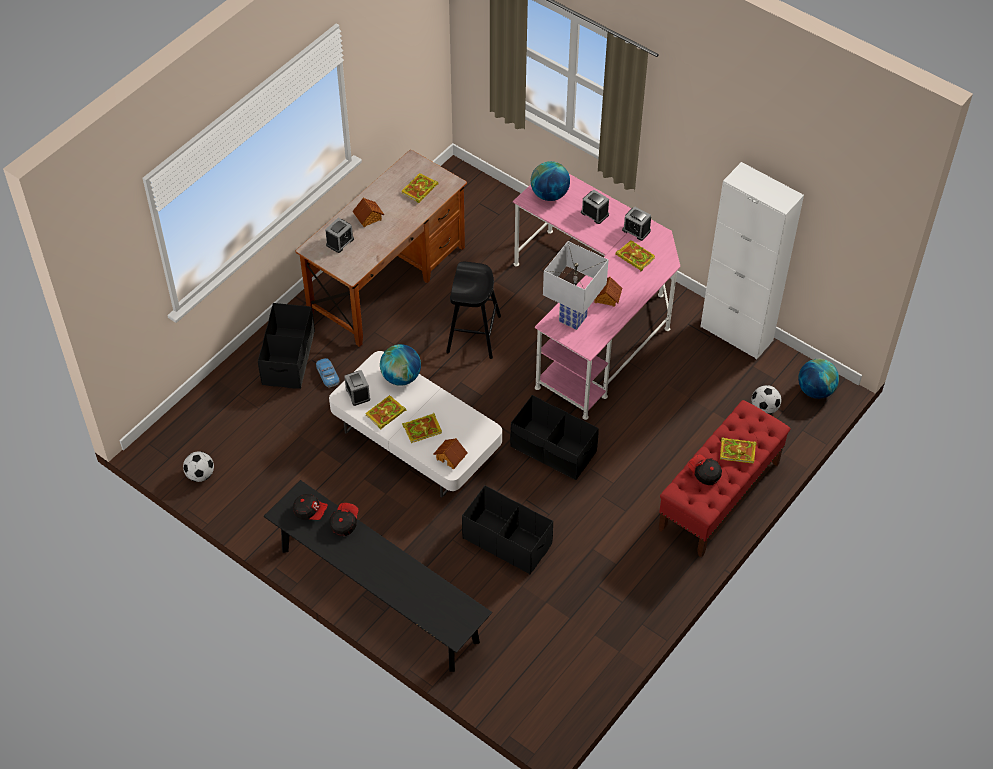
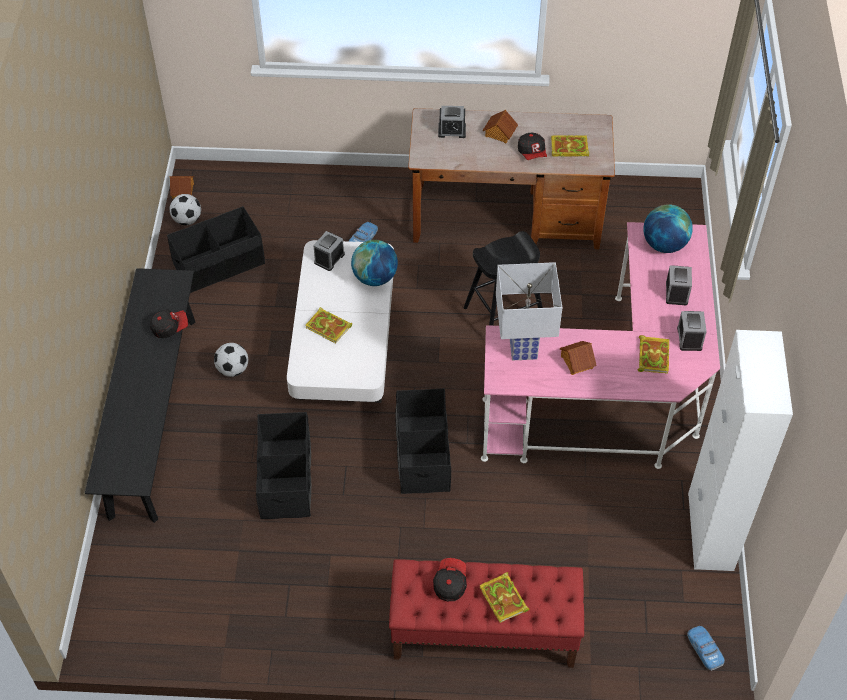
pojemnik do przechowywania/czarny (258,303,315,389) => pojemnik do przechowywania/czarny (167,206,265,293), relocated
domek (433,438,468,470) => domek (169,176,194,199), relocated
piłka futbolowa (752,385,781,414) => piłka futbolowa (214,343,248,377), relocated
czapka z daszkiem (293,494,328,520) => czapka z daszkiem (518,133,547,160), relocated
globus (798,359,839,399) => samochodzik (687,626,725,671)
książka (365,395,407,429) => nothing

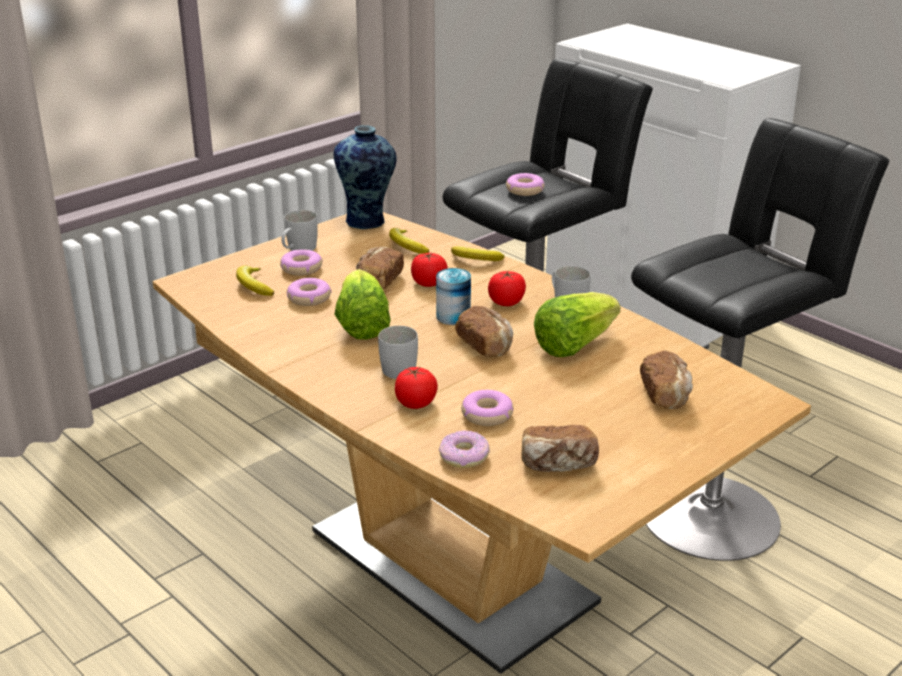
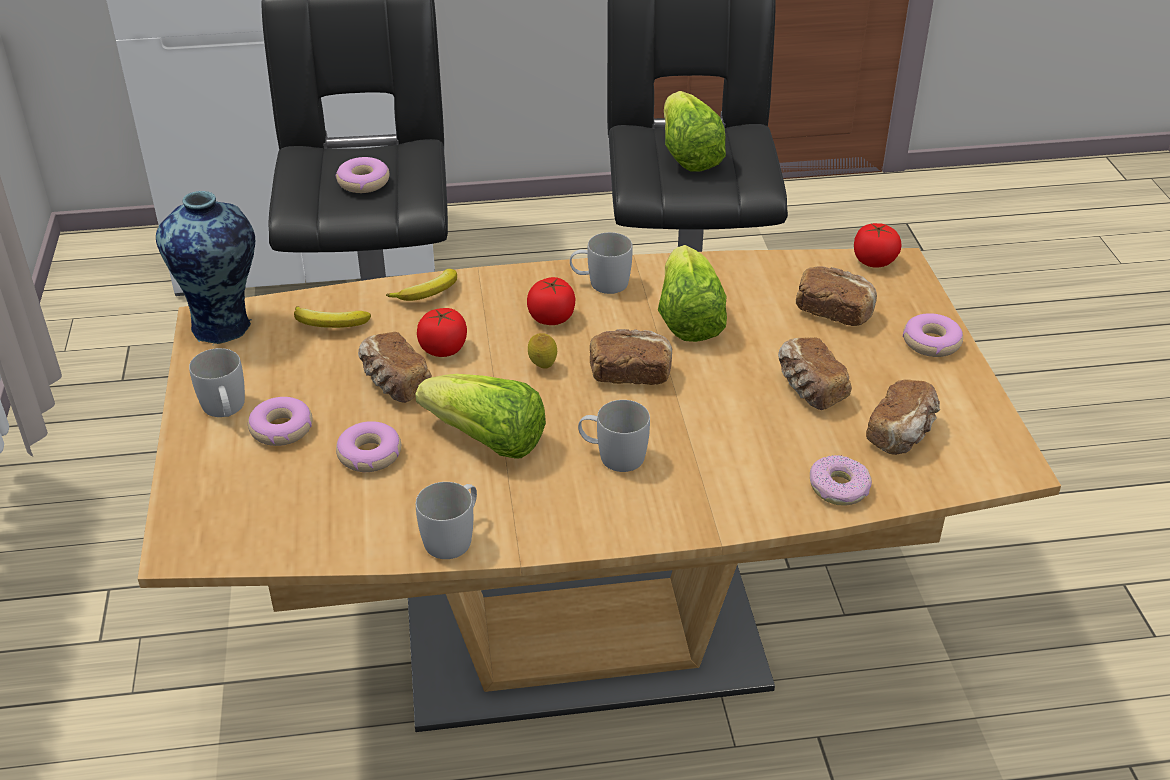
nothing => kubek/biały (416,482,477,559)
puszka (436,268,471,325) => cytryna (528,333,557,369)
nothing => sałata (664,91,726,172)
nothing => chleb (778,337,852,410)
pomidor (395,367,438,409) => pomidor (854,223,902,268), relocated
donut (461,390,513,426) => donut (903,313,963,357), relocated
banan (236,265,274,296) => nothing

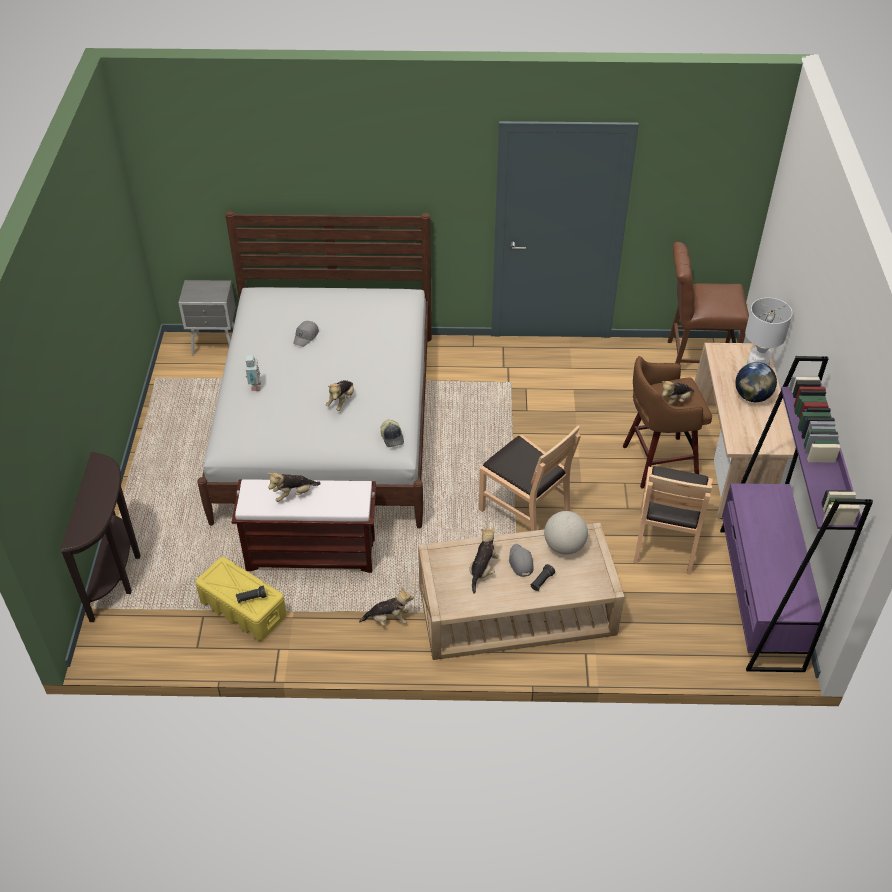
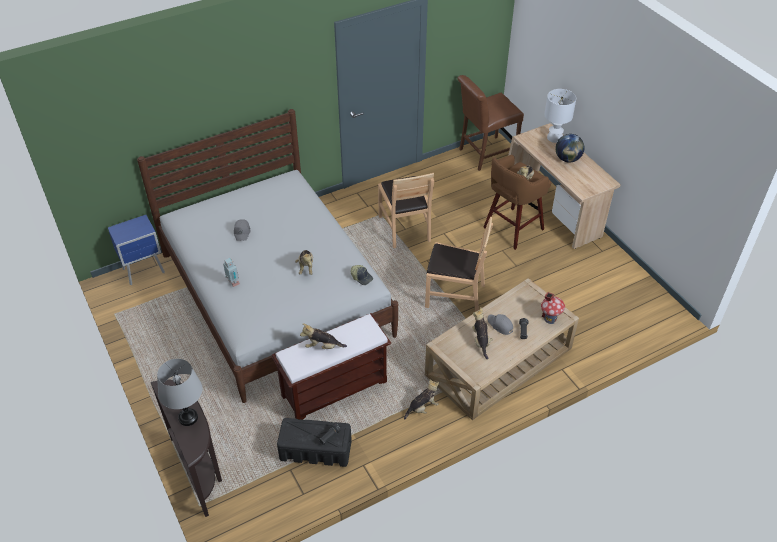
szafka nocna/szary (179,280,236,355) => szafka nocna/niebieski (108,215,165,285)
nothing => lampa stołowa/szary (157,359,202,426)
pojemnik do przechowywania/żółty (195,557,287,641) => pojemnik do przechowywania/czarny (277,418,352,467)
pluszak (268,473,321,502) => pluszak (300,323,347,349), 60 degrees clockwise
krzesło/brązowy (633,466,713,575) => krzesło/brązowy (378,173,434,248), relocated
nothing => domek (541,292,565,324)
globus (544,511,588,555) => nothing
regał/fioletowy (720,356,873,672) => nothing

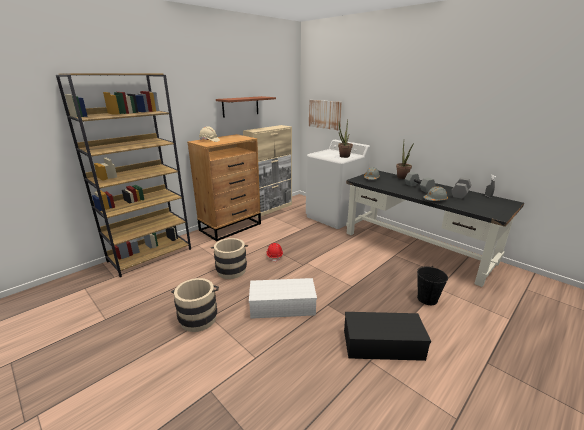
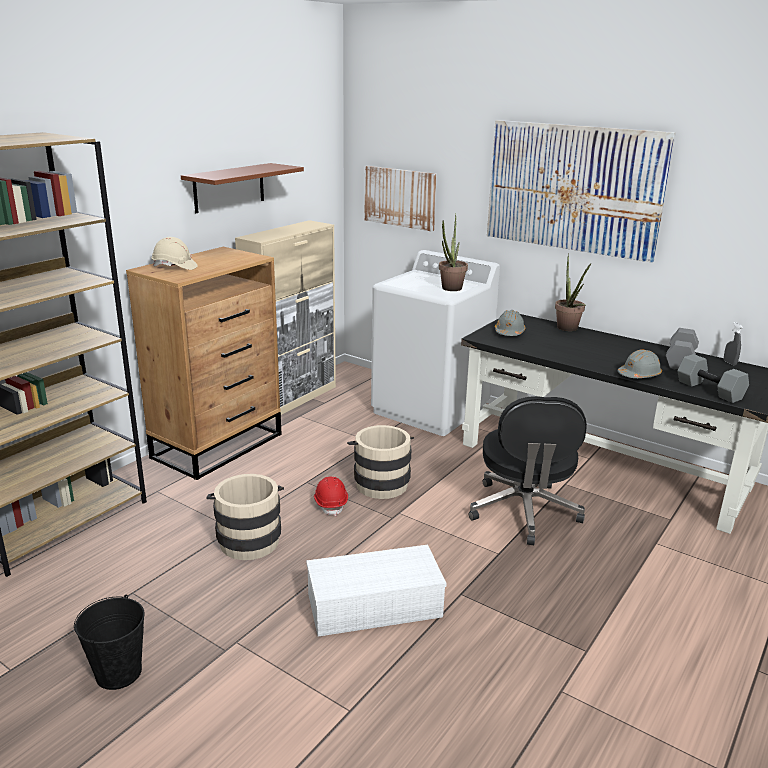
wiadro/czarny (417,266,448,305) => wiadro/czarny (74,595,145,690), relocated
wiadro/beżowy (171,278,219,332) => wiadro/beżowy (347,425,414,499), relocated
nothing => krzesło biurowe/czarny (469,396,587,545)
nothing => obraz (487,120,676,263)
hantel/szary (405,172,435,193) => hantel/szary (677,354,749,403), relocated
pojemnik do przechowywania/czarny (344,312,431,361) => nothing

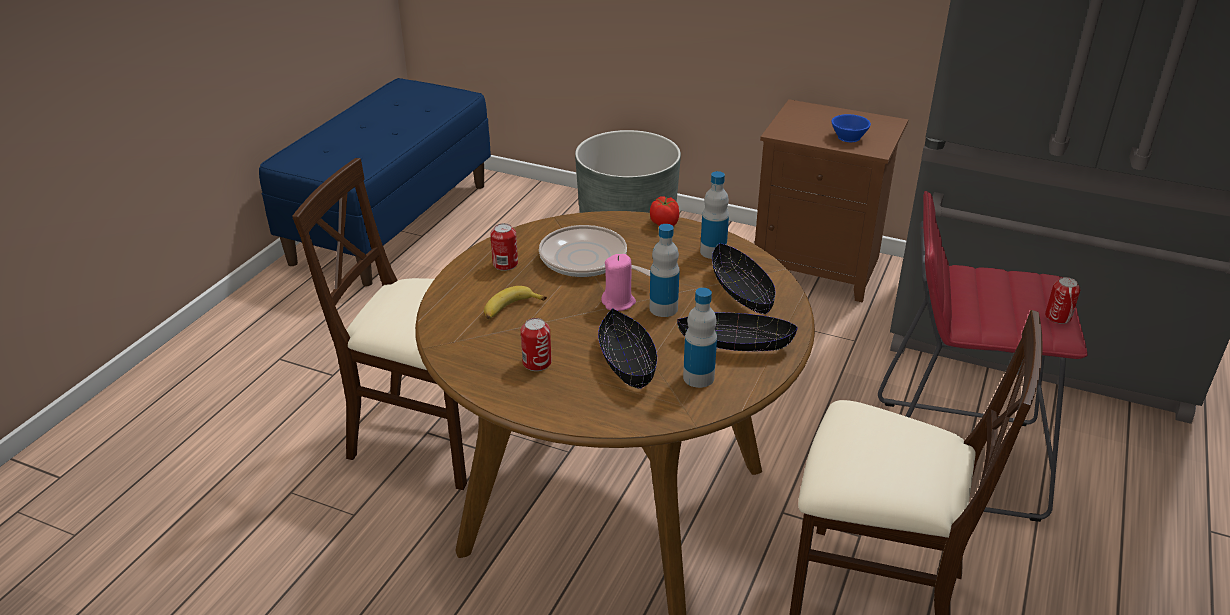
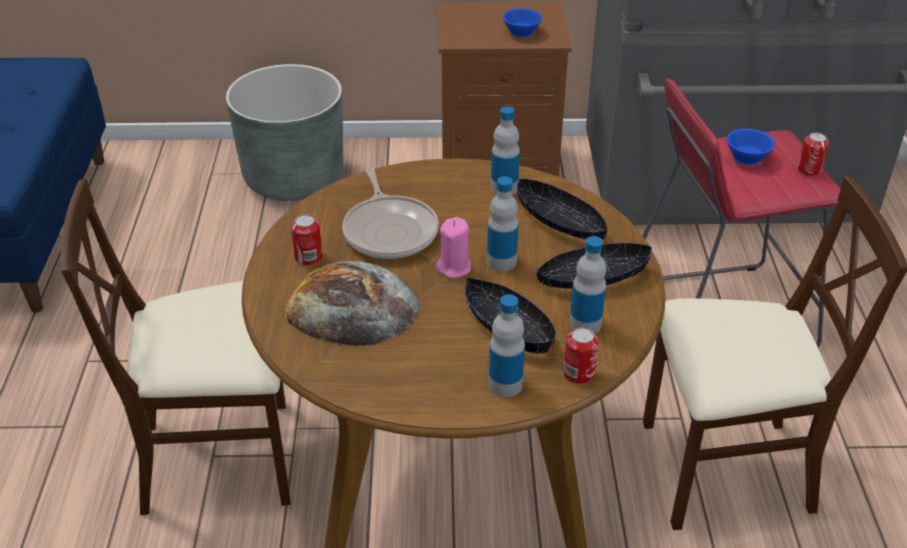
banan (484,286,547,319) => chleb (284,261,420,346)
patelnia (539,225,650,277) => patelnia (342,168,439,259), 120 degrees counterclockwise
nothing => butelka (489,294,525,397)
puszka (521,318,552,371) => puszka (563,327,599,384), relocated
nothing => filiżanka/niebieski (727,129,775,166)
pomidor (650,196,679,226) => nothing

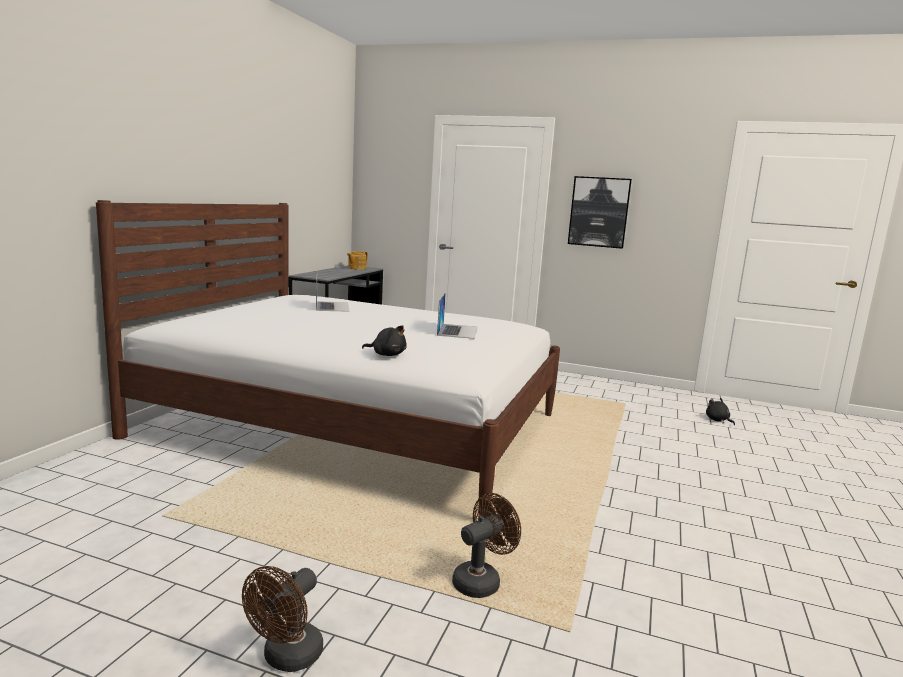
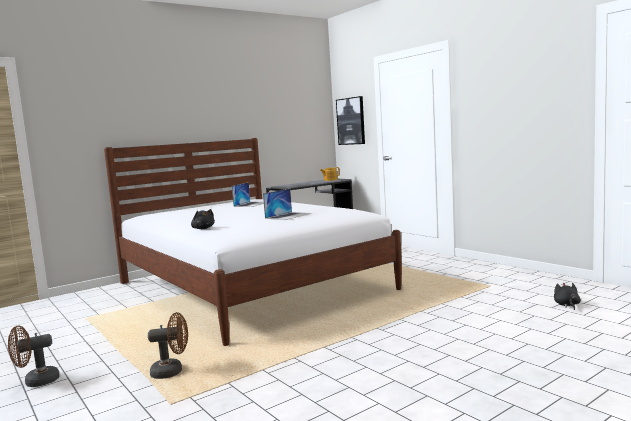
obraz (568,176,632,249) => obraz (336,96,365,145), relocated

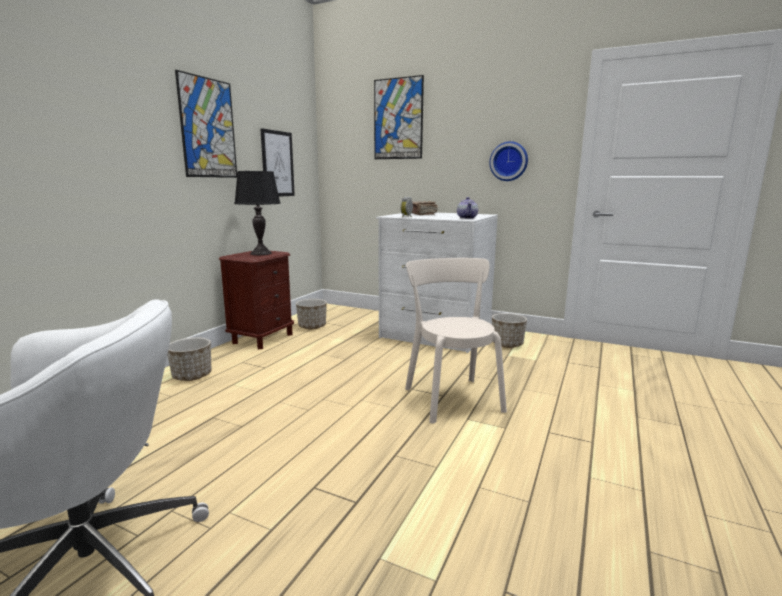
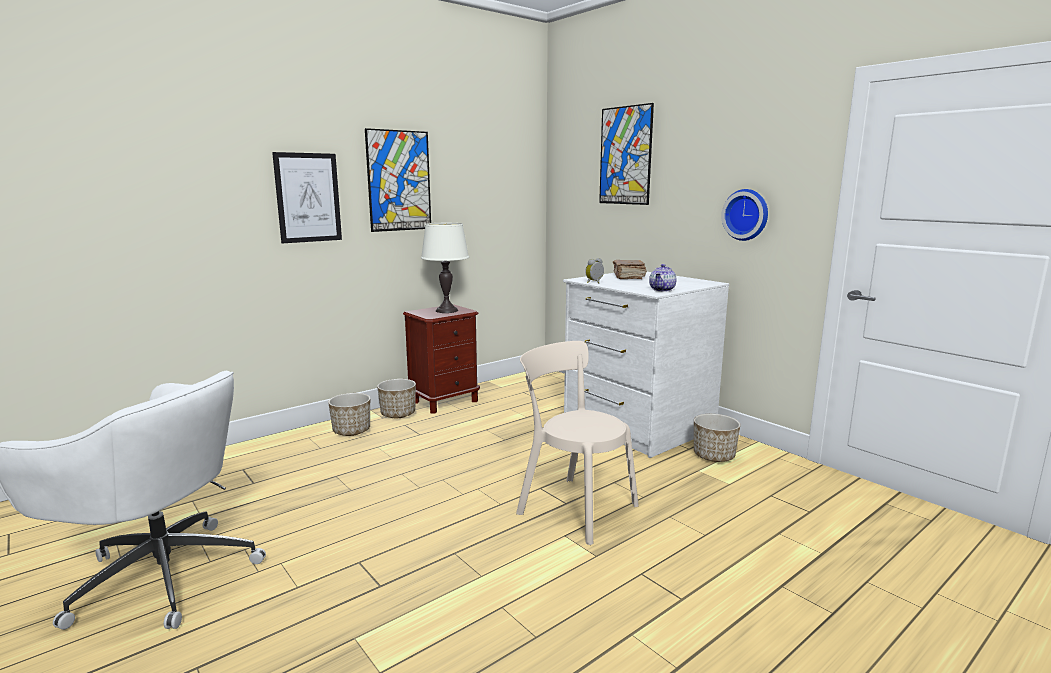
obraz (260,128,295,197) => obraz (272,152,342,243), relocated
donica (296,299,327,329) => donica (377,379,416,418), relocated
lampa stołowa/czarny (234,171,281,255) => lampa stołowa/biały (421,223,469,313)
krzesło/beżowy (405,258,507,424) => krzesło/beżowy (516,341,639,545), 60 degrees counterclockwise

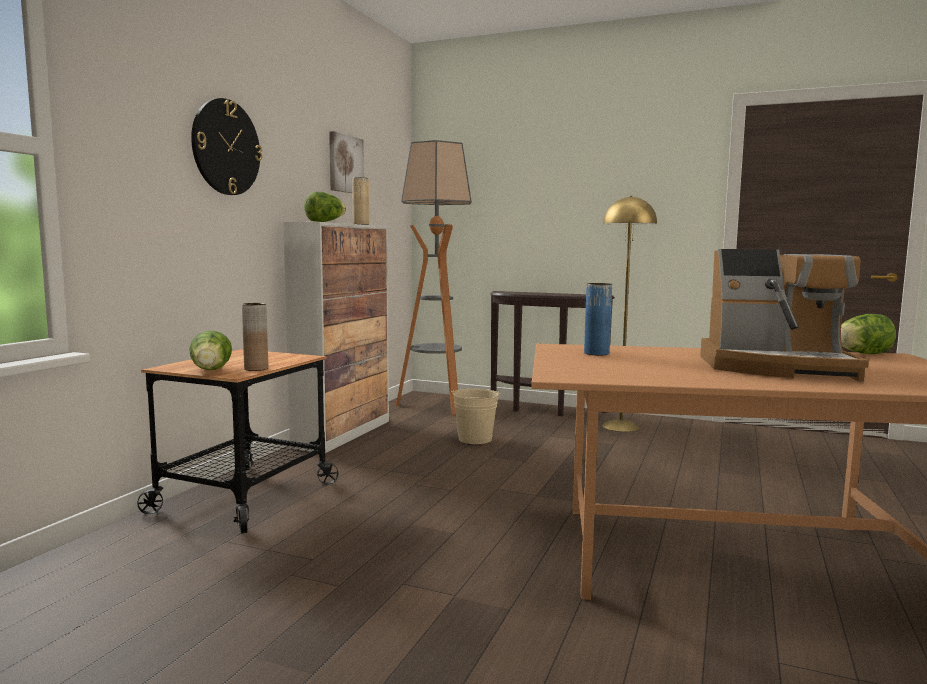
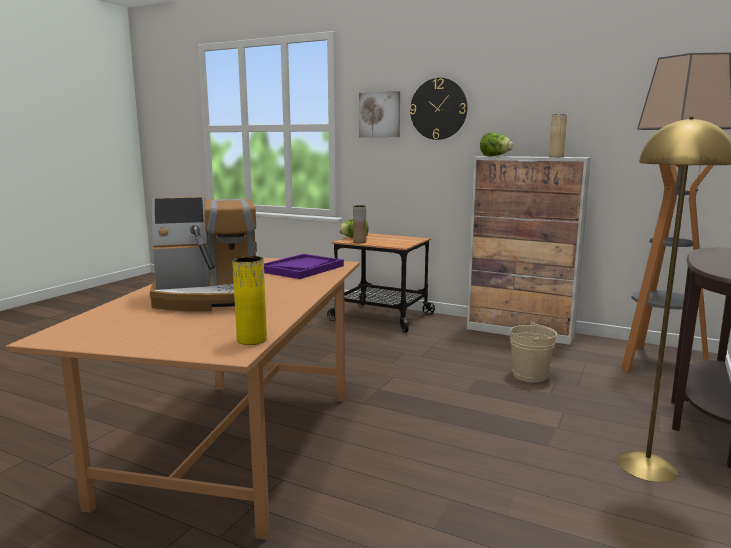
ekspres do kawy (700,249,869,382) => ekspres do kawy (150,197,257,312), 120 degrees counterclockwise
sałata (841,314,896,354) => wazon/żółty (232,256,267,345)
wazon/niebieski (584,283,612,355) => taca/fioletowy (264,254,344,279)
obraz (329,131,364,193) => obraz (359,91,400,137), relocated

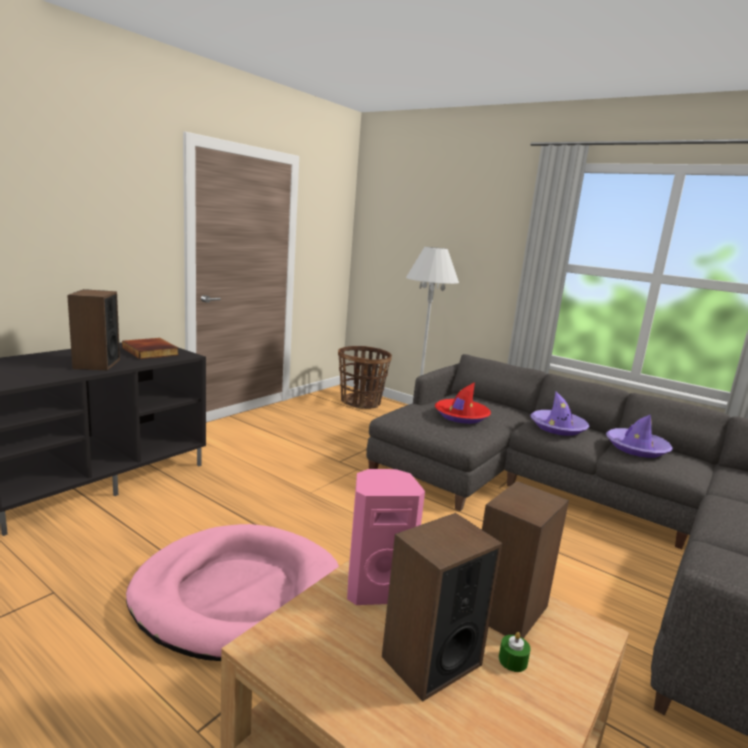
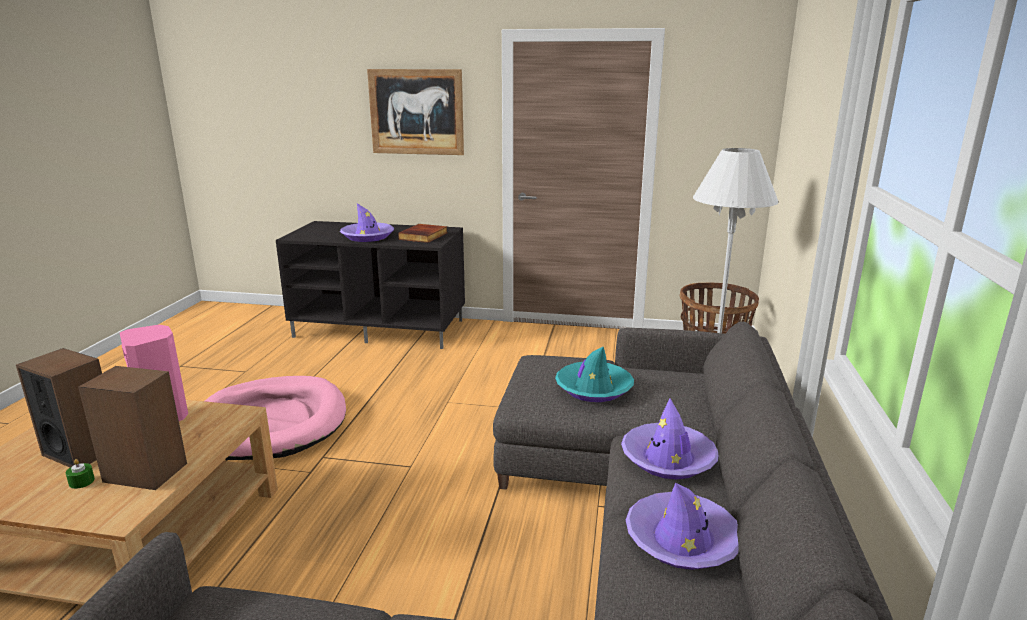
głośnik (67,289,120,370) => kapelusz/fioletowy (340,203,394,242)
nothing => obraz (367,69,464,155)
kapelusz/czerwony (435,382,491,424) => kapelusz/turkusowy (555,347,634,402)

